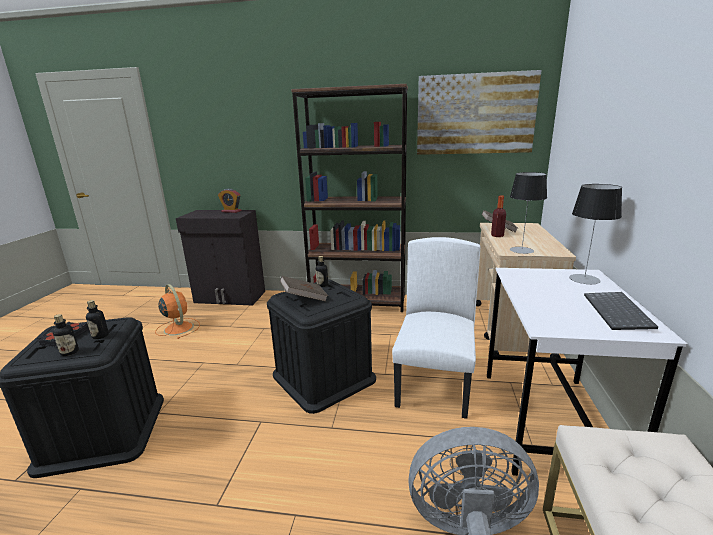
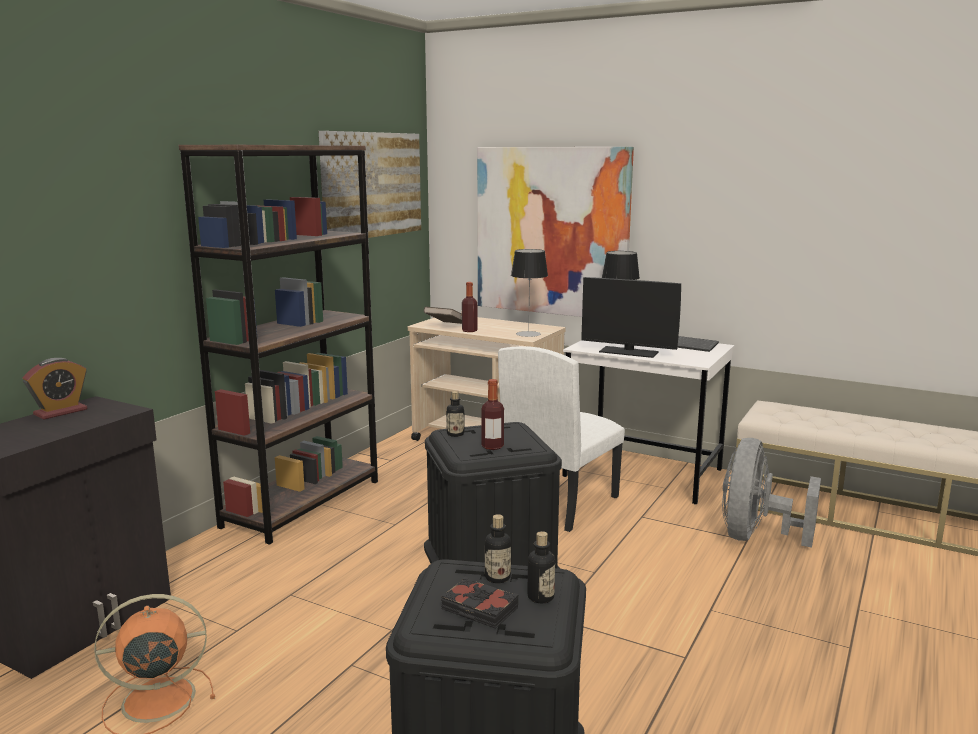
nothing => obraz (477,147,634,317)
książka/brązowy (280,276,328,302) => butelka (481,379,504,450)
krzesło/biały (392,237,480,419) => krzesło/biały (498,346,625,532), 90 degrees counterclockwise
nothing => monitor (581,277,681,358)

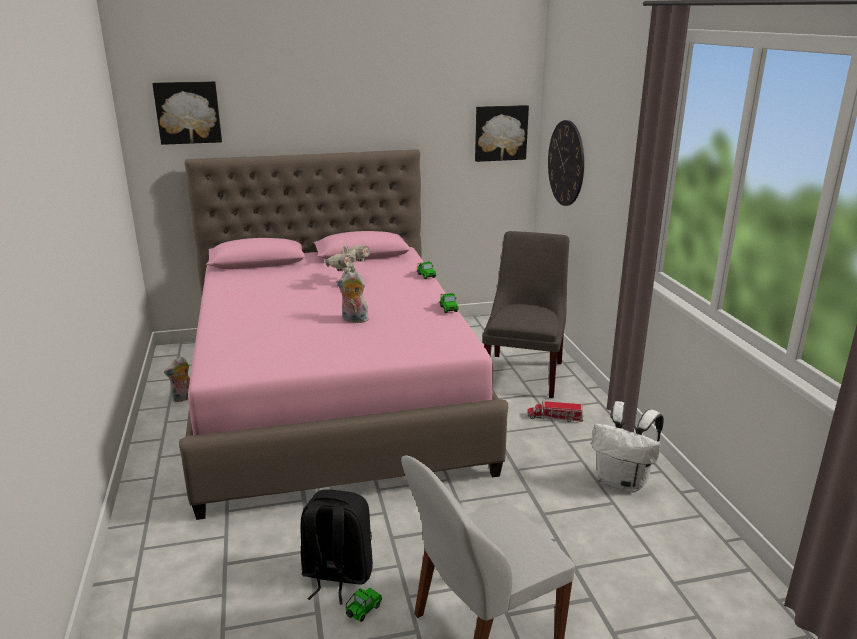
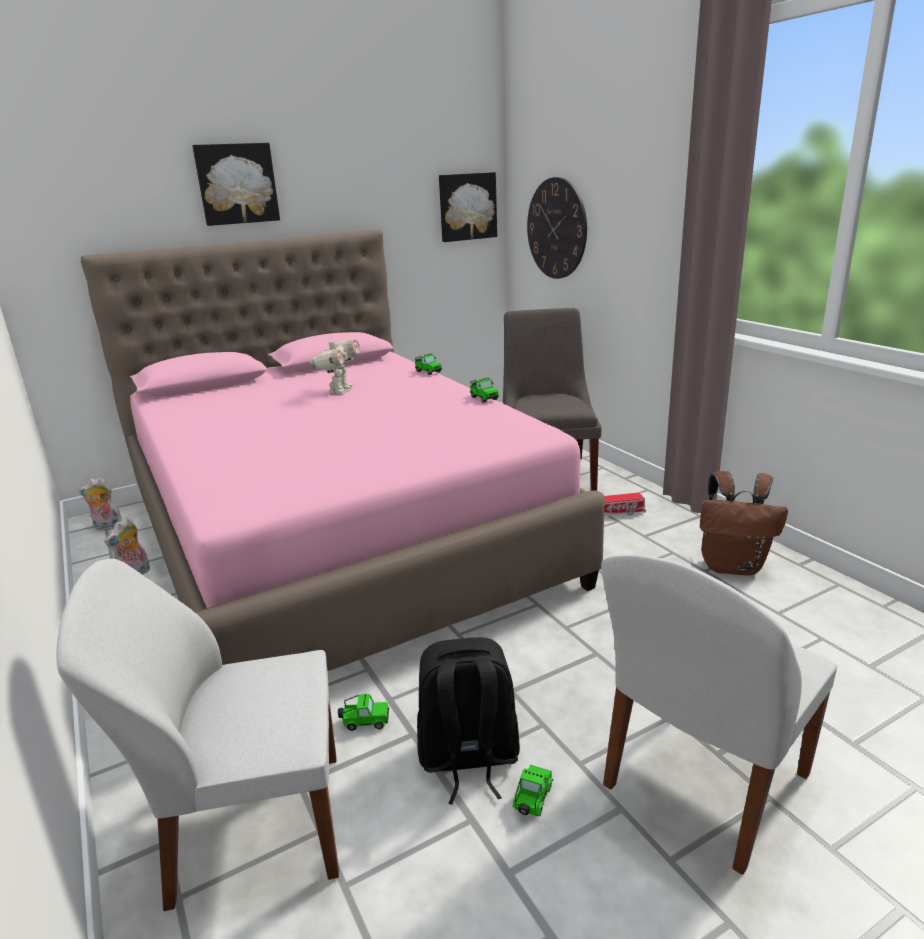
nothing => krzesło/biały (56,559,339,911)
pluszak (337,272,369,323) => pluszak (79,477,122,530), relocated
obraz (152,81,222,145) => obraz (192,143,280,226), relocated
nothing => samochodzik (338,694,389,731)
plecak/biały (591,401,664,493) => plecak/brązowy (700,471,788,575)

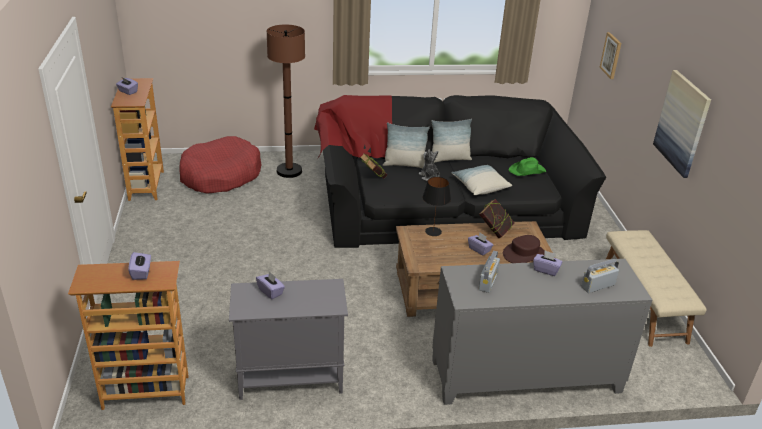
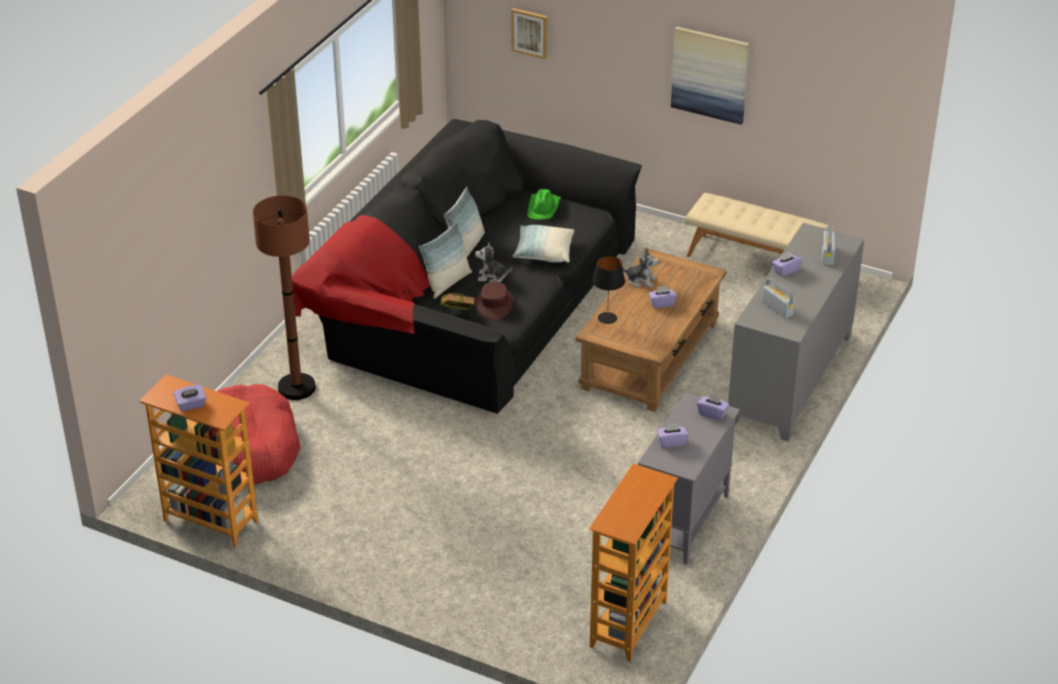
kapelusz/brązowy (503,235,545,263) => kapelusz/brązowy (476,281,513,320), relocated
książka (479,199,515,238) => pluszak (622,248,659,288)
pudełko chusteczek/fioletowy (128,252,151,280) => pudełko chusteczek/fioletowy (697,393,729,420), relocated

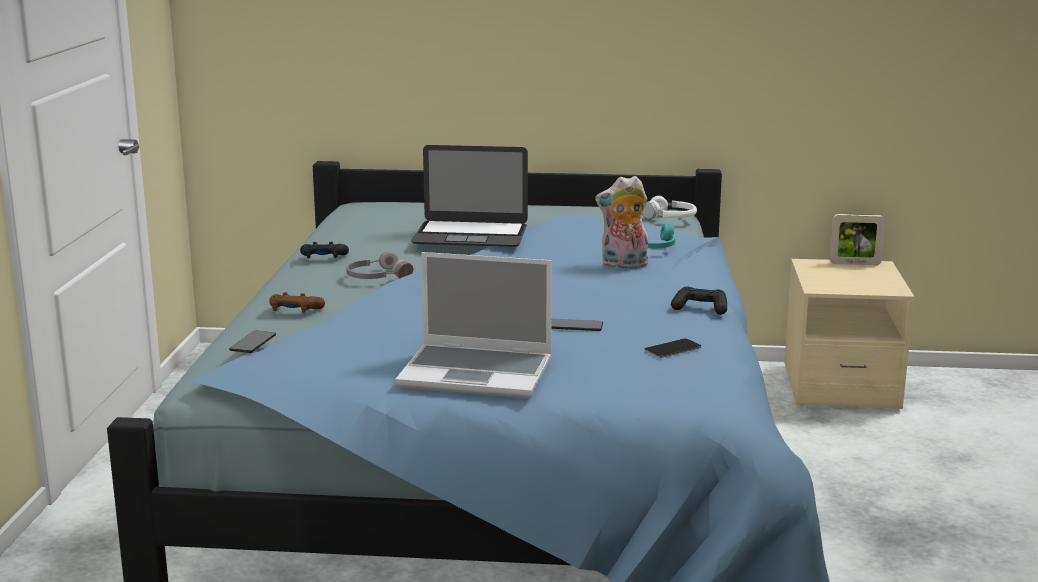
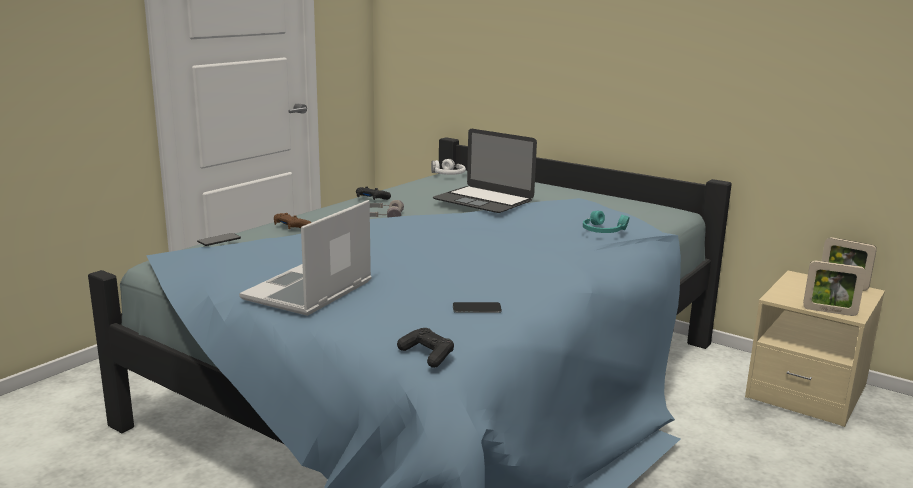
laptop (395,252,552,398) => laptop (239,200,371,316), 75 degrees clockwise
pad do gier/czarny (671,287,727,315) => pad do gier/czarny (397,328,454,368), relocated
słuchawki/biały (642,195,697,219) => słuchawki/biały (431,159,466,175), relocated
nothing => ramka na zdjęcie (803,261,866,316)
telefon (551,319,603,331) => nothing
pluszak (595,176,649,268) => nothing

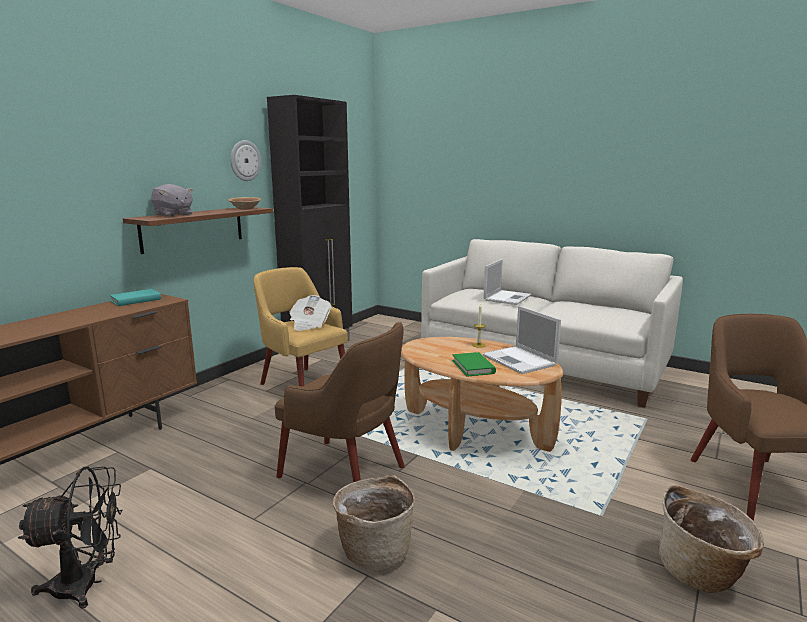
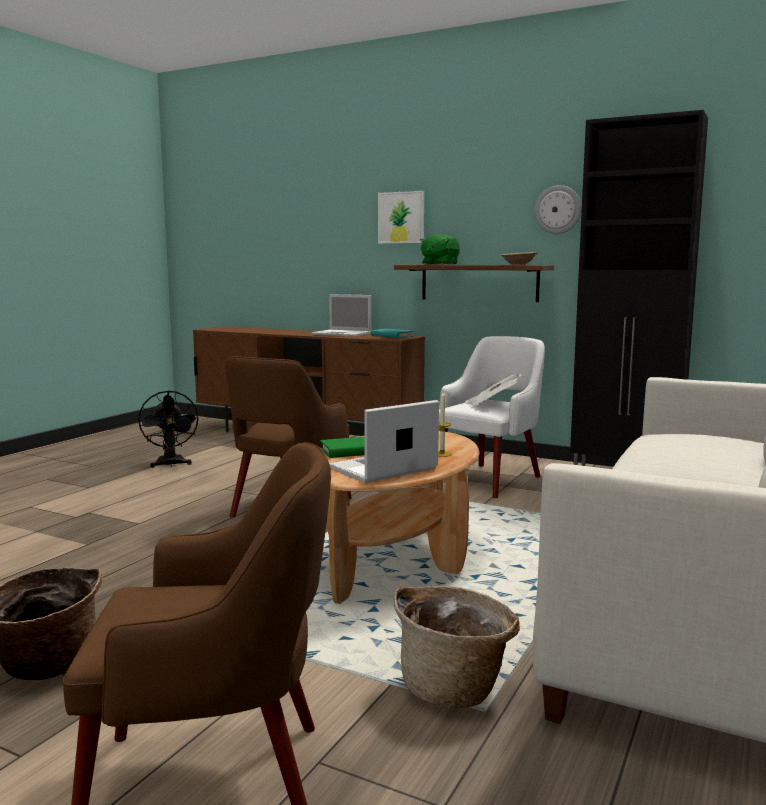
laptop (484,259,531,305) => laptop (311,294,371,337), relocated
nothing => obraz (378,191,424,244)
koszyk (333,475,415,570) => koszyk (394,586,520,709), relocated
pluszak/szary (151,184,193,217) => pluszak/zielony (420,234,460,265)
fotel/żółty (253,267,348,387) => fotel/biały (439,336,545,498)

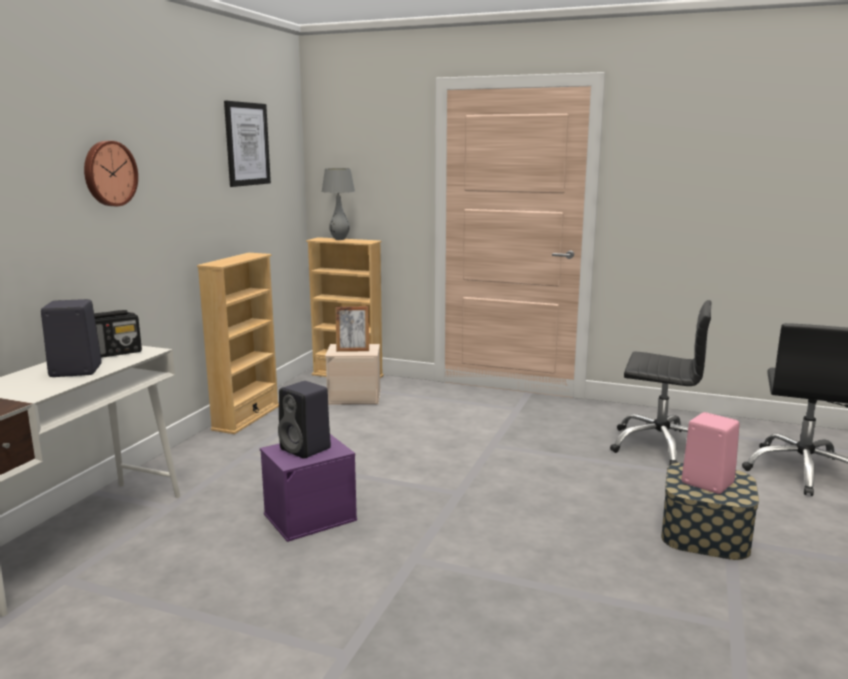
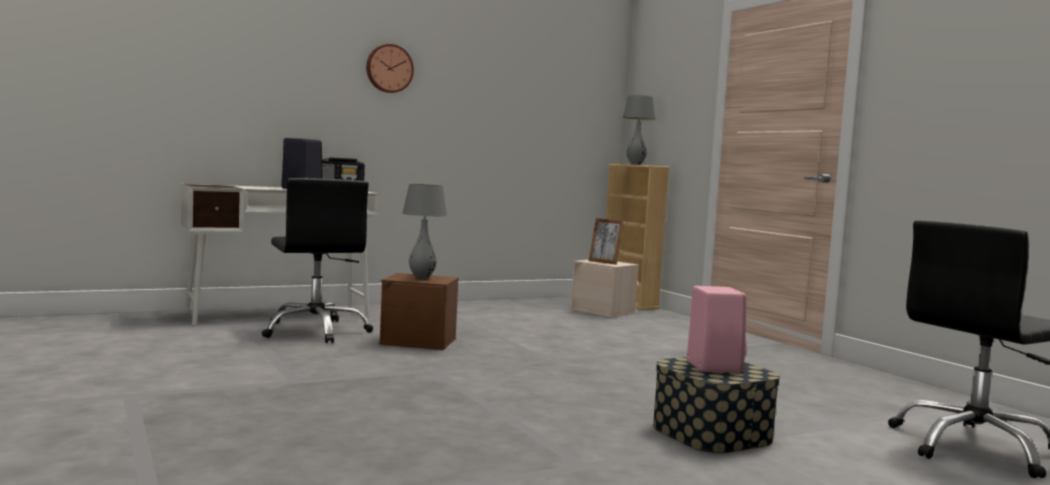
krzesło biurowe/czarny (610,300,712,465) => krzesło biurowe/czarny (262,178,373,343), relocated
pojemnik do przechowywania/fioletowy (260,434,357,542) => pojemnik do przechowywania/brązowy (379,273,459,350)
głośnik/czarny (278,381,331,459) => lampa stołowa/szary (402,184,447,279)
regał/beżowy (197,253,279,434) => nothing
obraz (224,101,271,187) => nothing

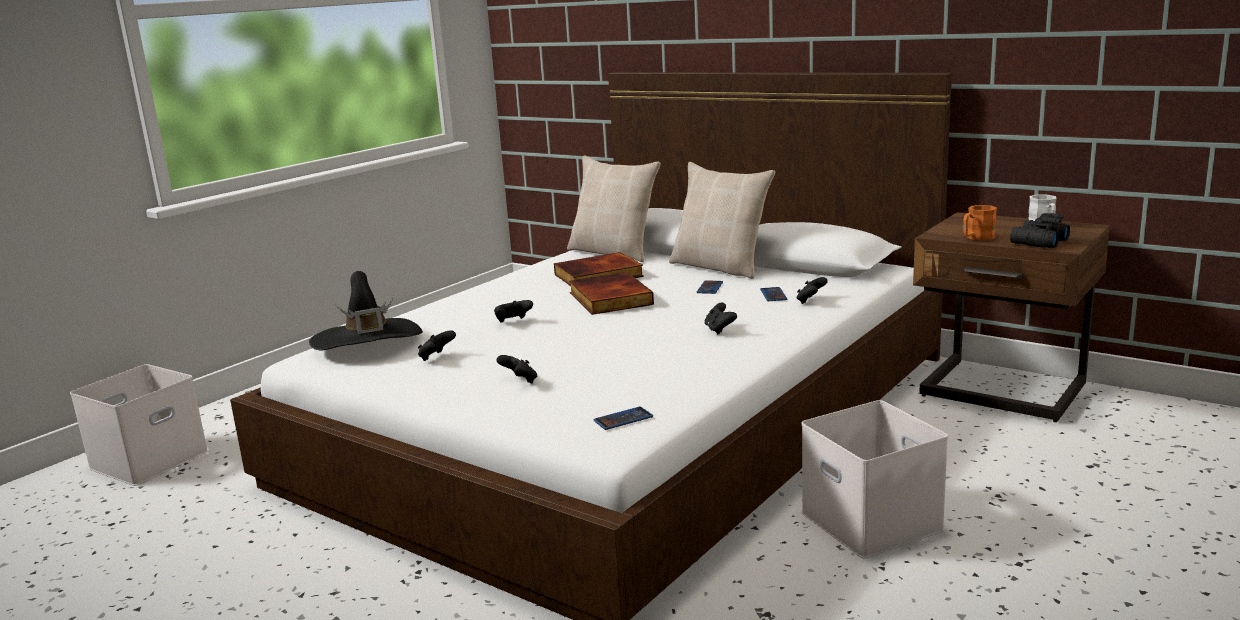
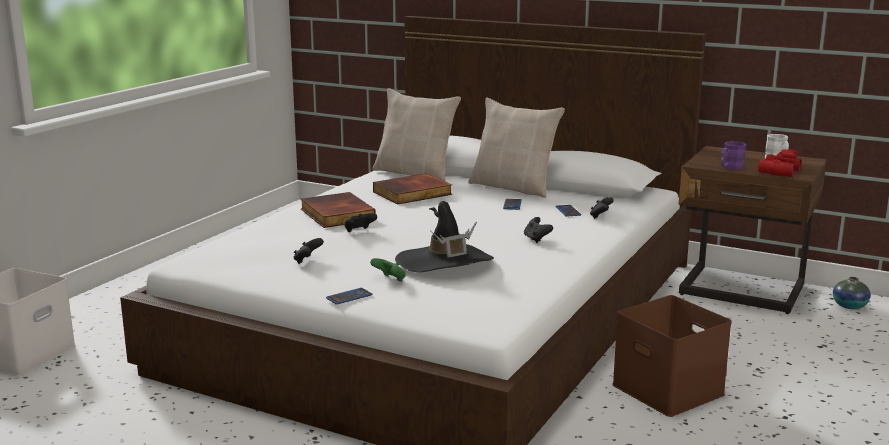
książka (569,272,654,315) => książka (301,192,376,228), relocated
telefon (594,406,653,430) => telefon (326,288,372,305), relocated
pad do gier/czarny (496,355,537,384) => pad do gier/zielony (370,258,406,282)
kapelusz/czarny (309,271,423,351) => kapelusz/czarny (395,201,494,272), relocated
pojemnik do przechowywania/biały (802,400,948,558) => pojemnik do przechowywania/brązowy (612,295,732,417)
kubek/pomarańczowy (963,205,997,241) => kubek/fioletowy (721,141,746,170)
lornetka/czarny (1010,213,1070,248) => lornetka/czerwony (758,149,802,177)
nothing => wazon (833,277,871,309)

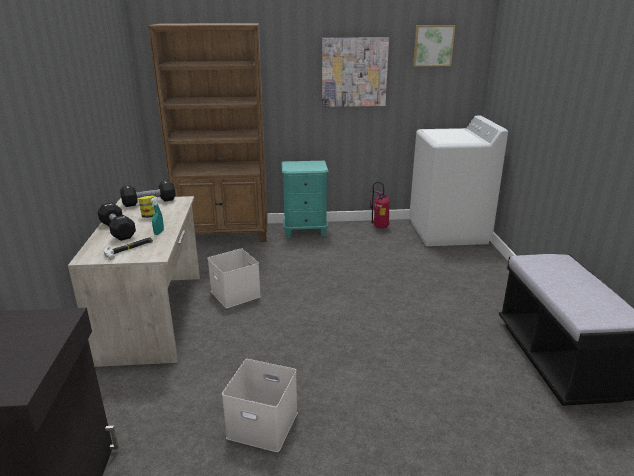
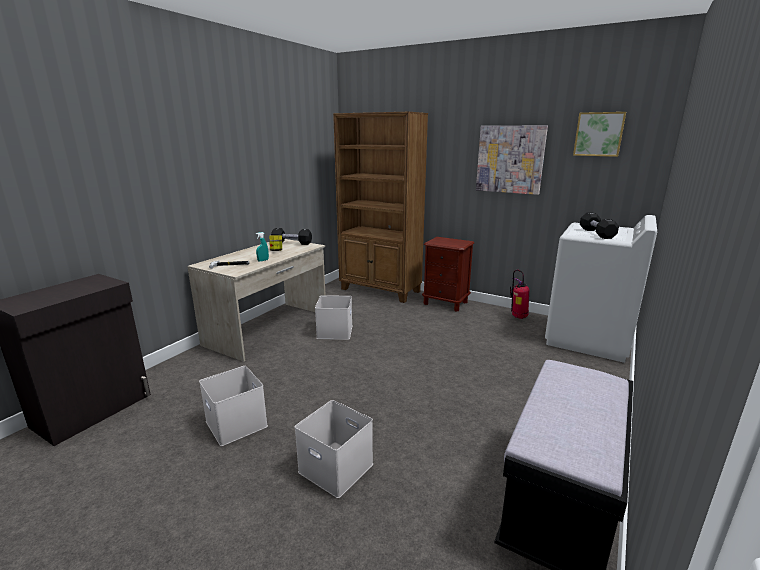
nothing => pojemnik do przechowywania/biały (295,400,373,498)
szafka nocna/turkusowy (281,161,329,238) => szafka nocna/brązowy (422,237,474,311)
hantel/czarny (97,202,136,241) => hantel/czarny (580,213,619,239), relocated

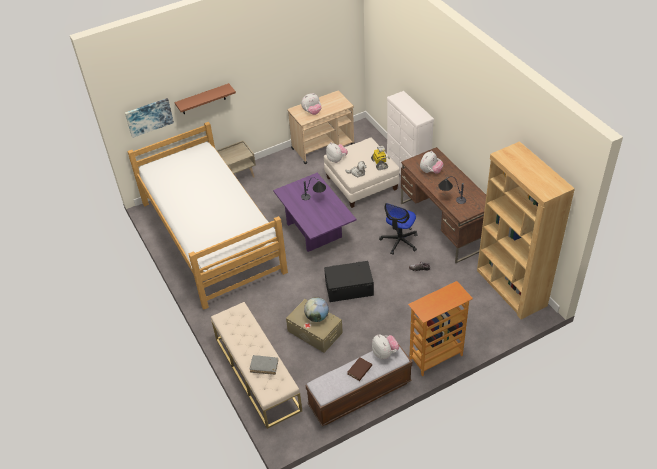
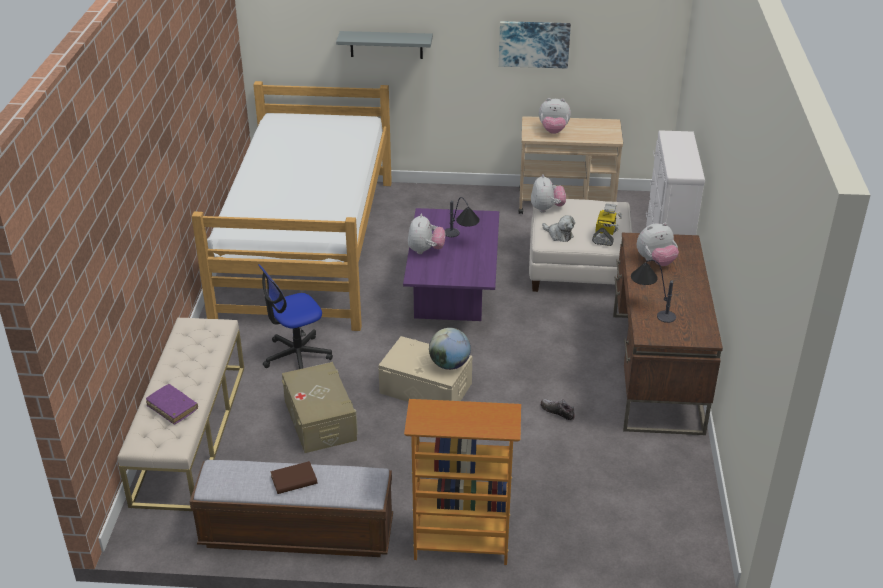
książka/szary (250,355,278,375) => książka/fioletowy (146,384,198,425)
krzesło biurowe (379,203,418,255) => krzesło biurowe (258,264,333,369), relocated
półka/brązowy (175,83,236,114) => półka/szary (336,31,433,59)
pojemnik do przechowywania/czarny (324,261,374,302) => pojemnik do przechowywania/beżowy (378,336,472,402)
pluszak (372,334,399,359) => pluszak (408,214,445,254), relocated
globus (304,297,329,322) => globus (429,328,471,370), relocated
obraz (125,98,174,138) => obraz (499,21,571,68), relocated
szafka nocna/beżowy (217,140,256,178) => nothing
regał/brązowy (477,141,575,320) => nothing

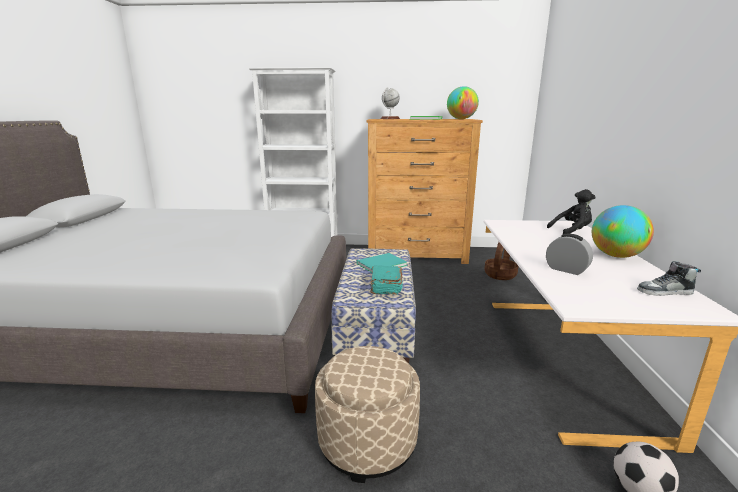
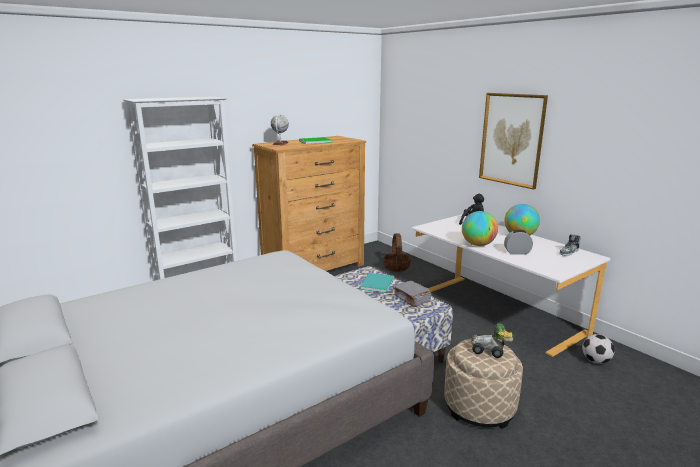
książka/turkusowy (371,265,403,295) => książka/szary (393,281,431,307)
globus (447,86,479,119) => globus (462,211,498,246), relocated
nothing => samochodzik (471,323,513,358)
nothing => obraz (479,93,548,189)

